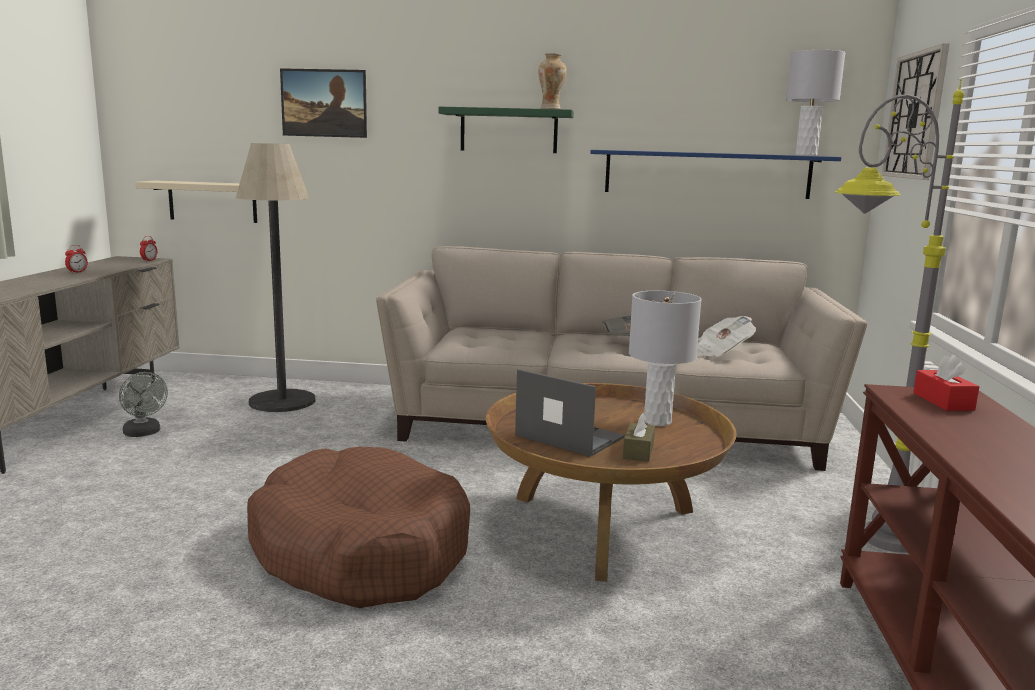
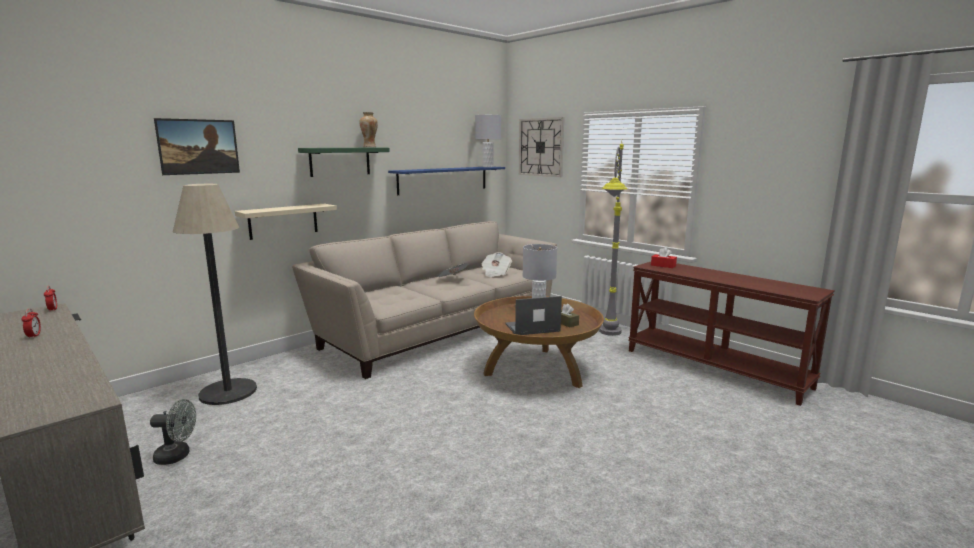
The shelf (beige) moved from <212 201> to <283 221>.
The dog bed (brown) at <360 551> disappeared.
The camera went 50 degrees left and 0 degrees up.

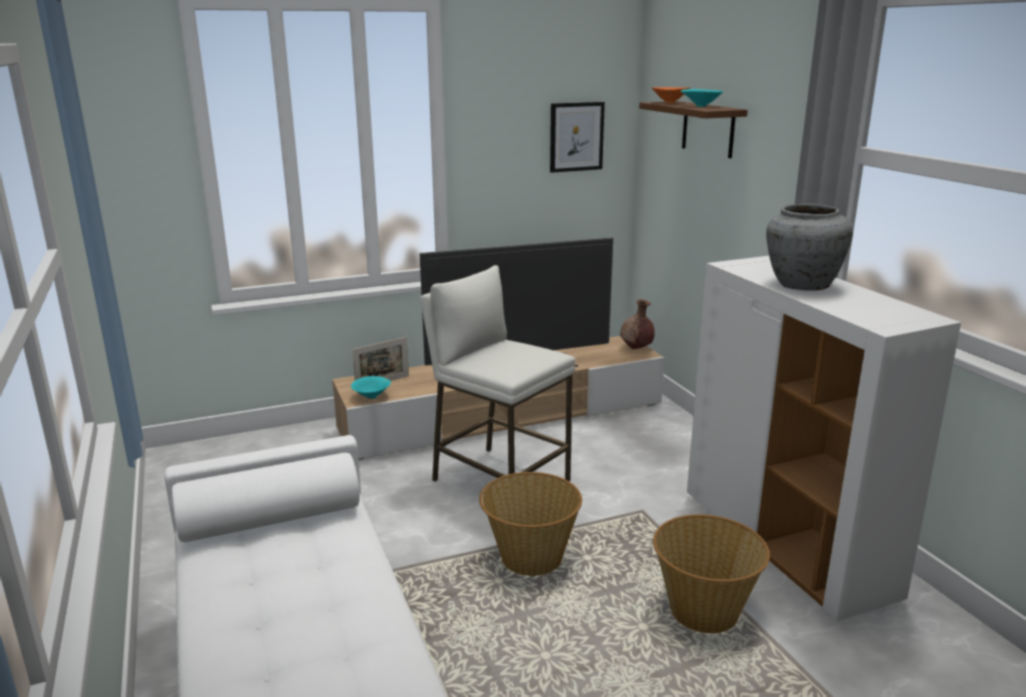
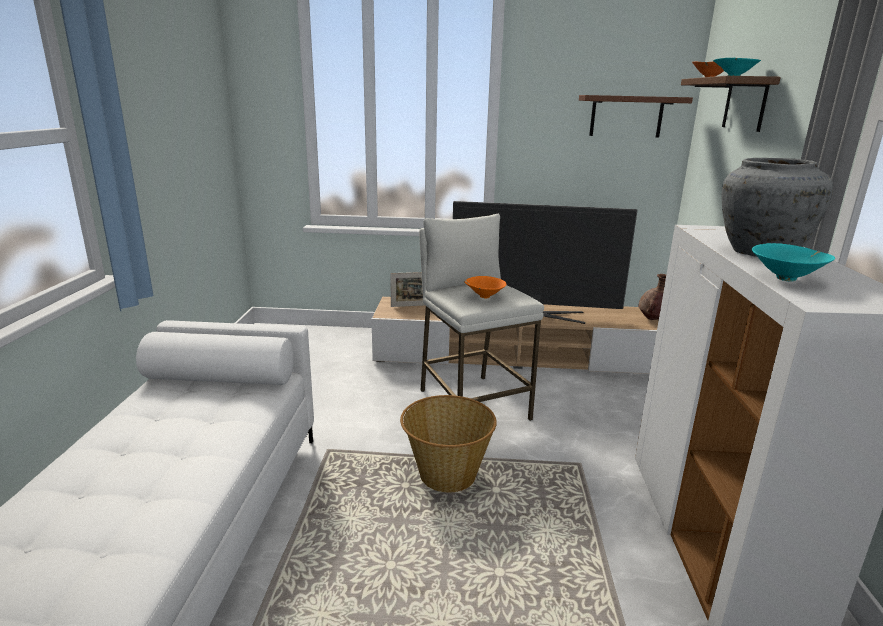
The picture at <576 137> was replaced by the shelf (brown) at <626 116>.
The bowl (turquoise) moved from <372 397> to <787 279>.
The basket at <704 611> disappeared.
The bowl (orange) at <483 296> appeared.
The camera went 25 degrees right and 0 degrees up.

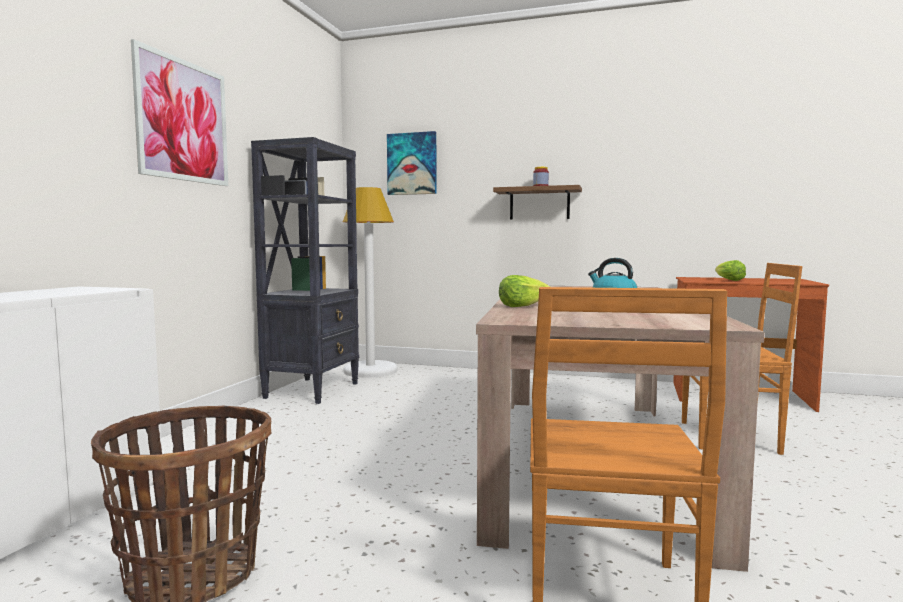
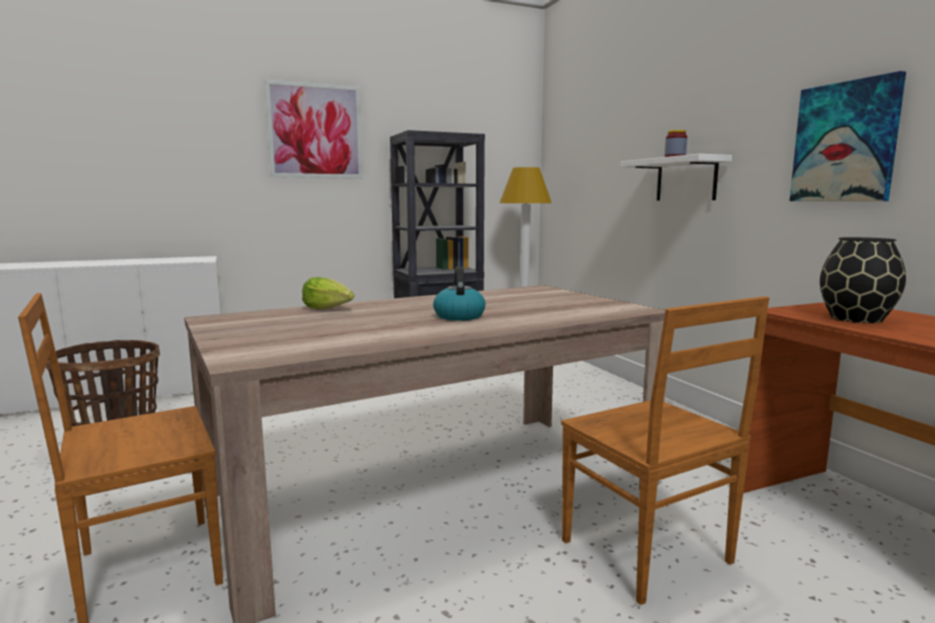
The picture moved from <412 164> to <845 142>.
The shelf (brown) at <539 204> became the shelf (white) at <686 179>.
The lettuce at <728 280> was replaced by the vase (black) at <855 318>.
The camera went 50 degrees right and 5 degrees up.

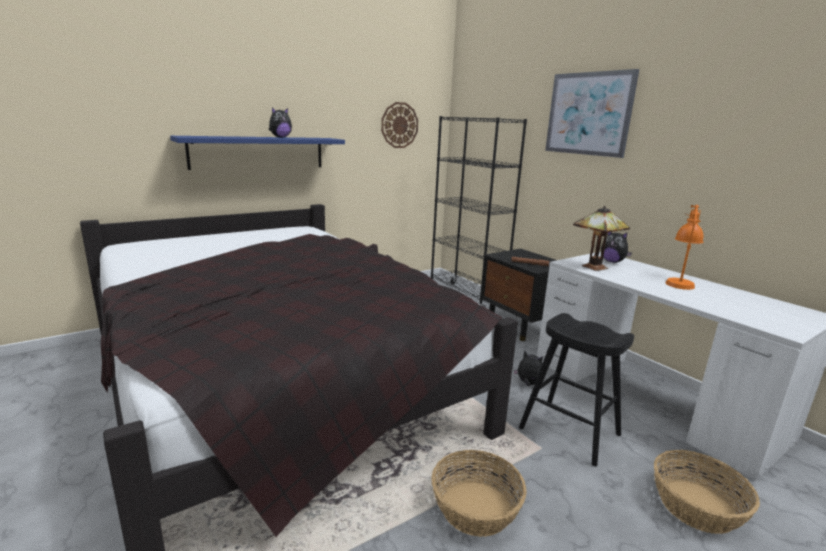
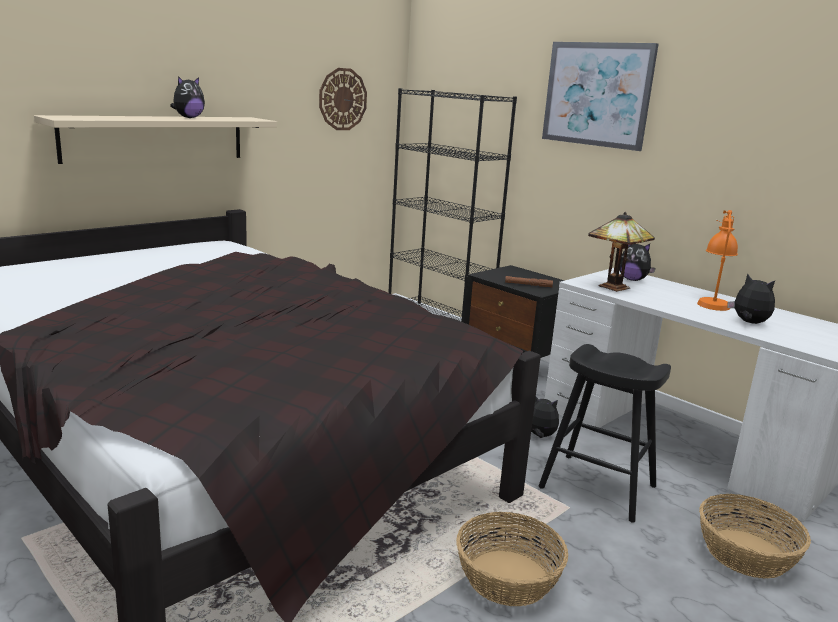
The shelf (blue) at <258 152> became the shelf (beige) at <155 138>.
The plush toy at <749 323> appeared.
The camera went 10 degrees left and 0 degrees up.

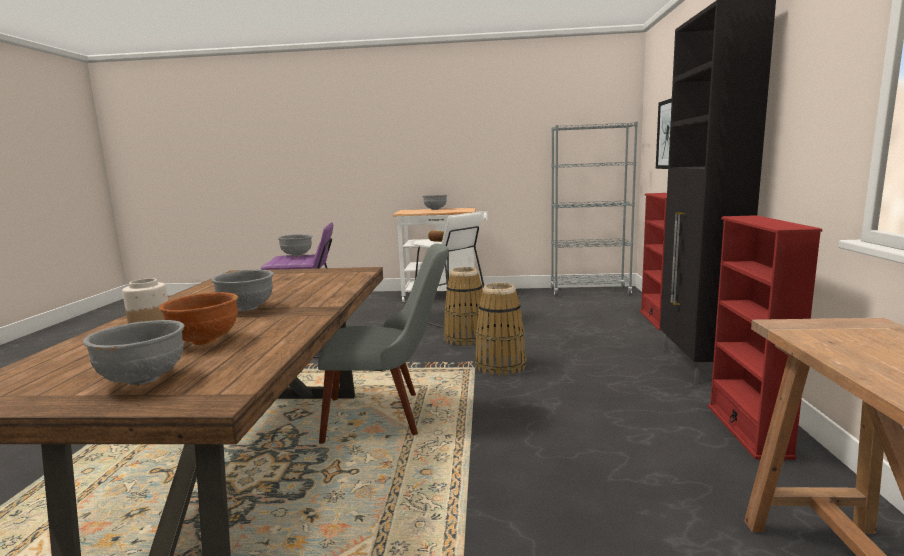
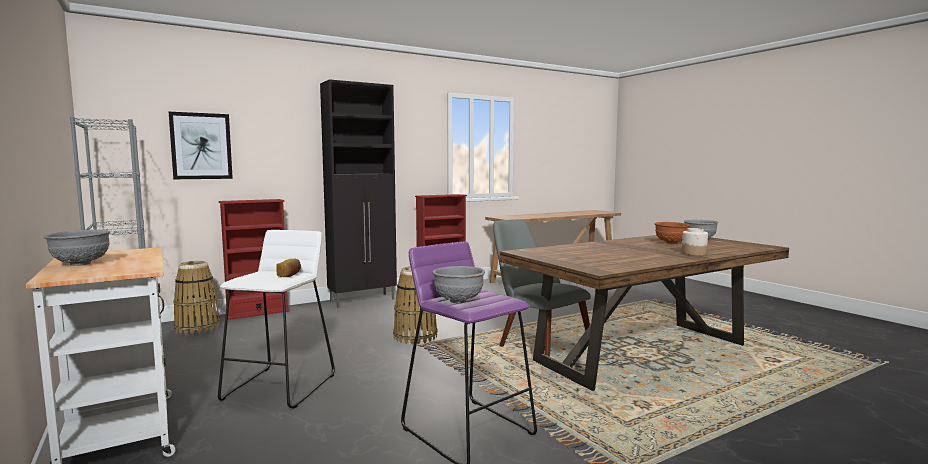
The basket moved from <466 338> to <197 327>.
The bowl (grey) at <247 309> disappeared.
The camera went 125 degrees left and 5 degrees down.

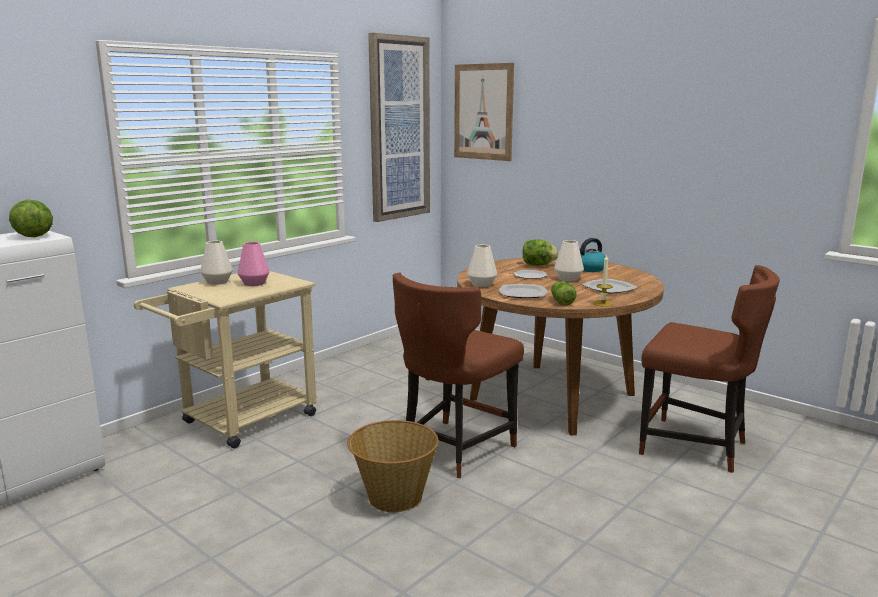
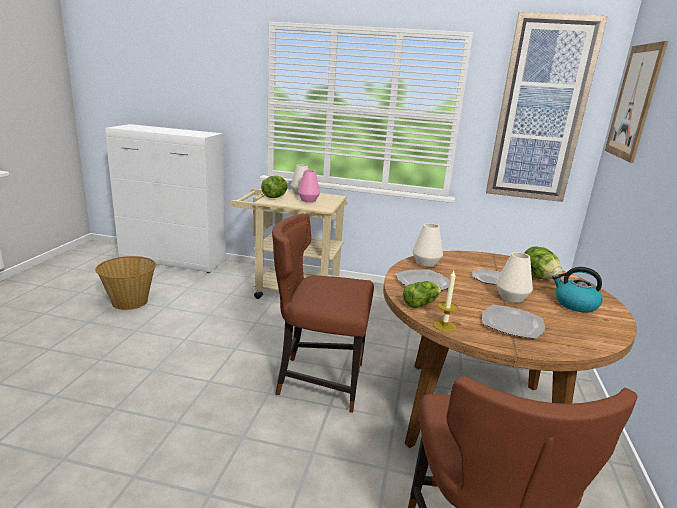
The lettuce moved from <34 236> to <275 197>.
The basket moved from <394 497> to <130 301>.
The camera went 60 degrees right and 5 degrees up.

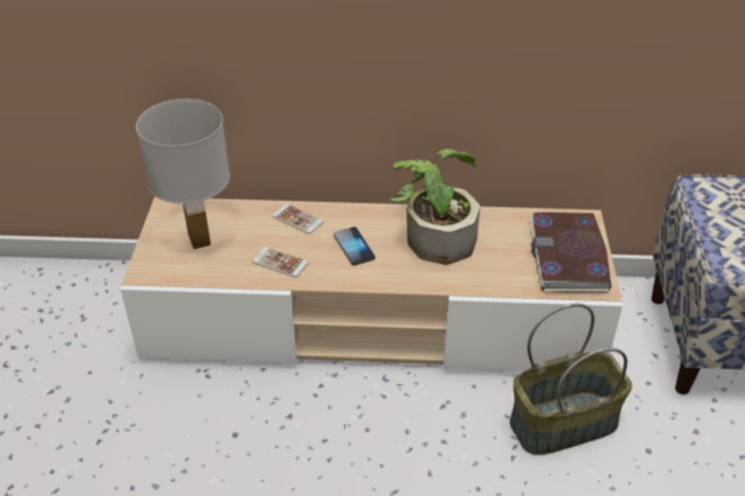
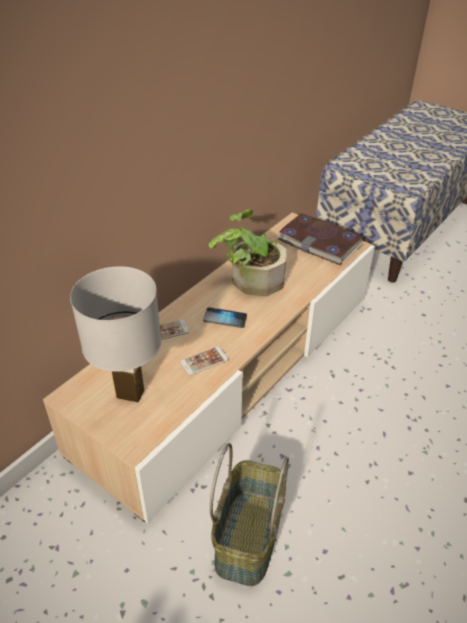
The basket moved from <563 422> to <247 535>.
The camera went 55 degrees left and 0 degrees up.

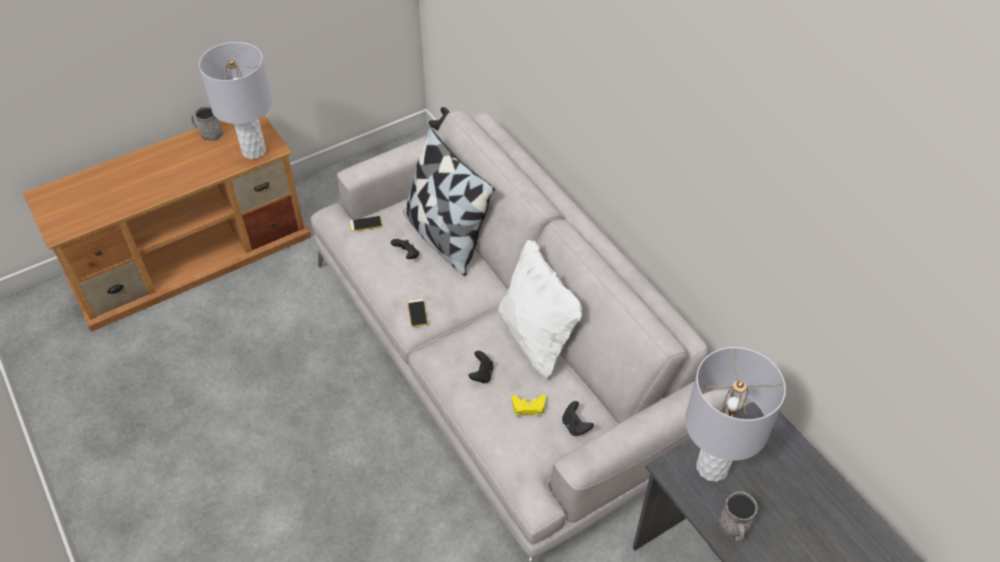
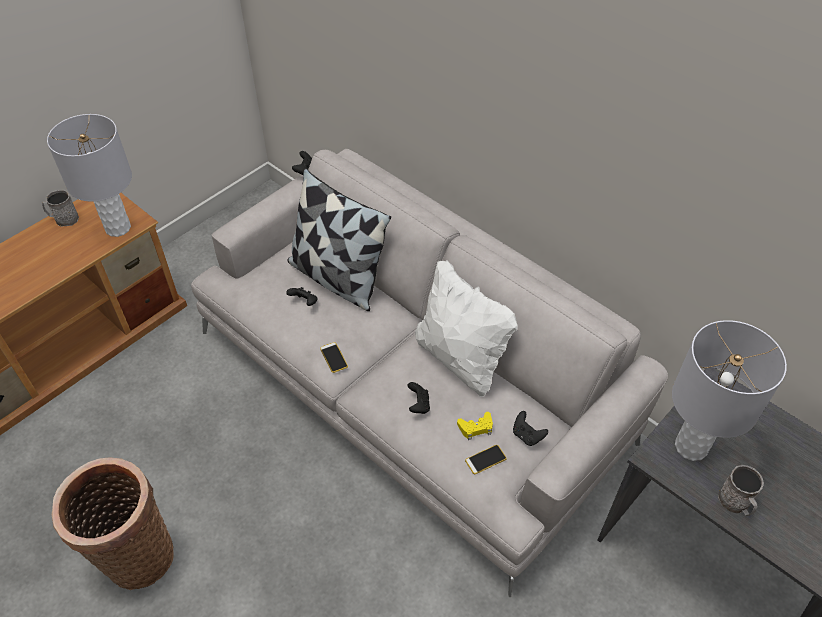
The phone moved from <366 224> to <485 459>.
The basket at <135 555> appeared.
The camera went 15 degrees left and 0 degrees up.

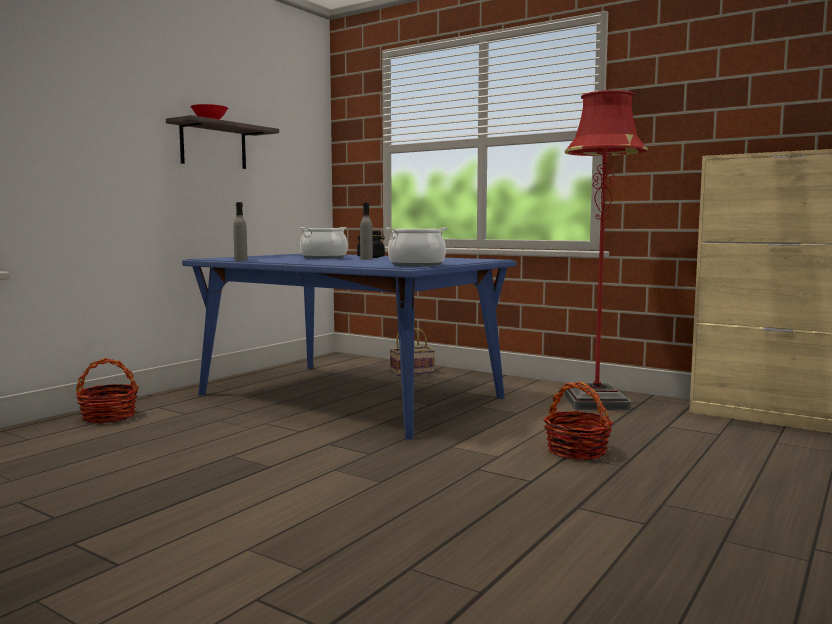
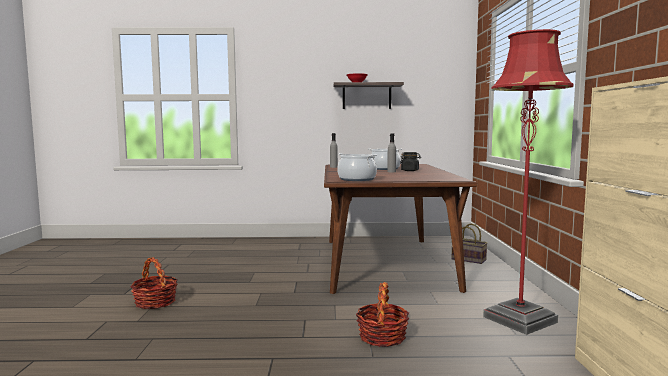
The dining table (blue) at <351 396> became the dining table (brown) at <386 263>.
The basket moved from <108 417> to <155 302>.
The camera went 55 degrees right and 0 degrees up.

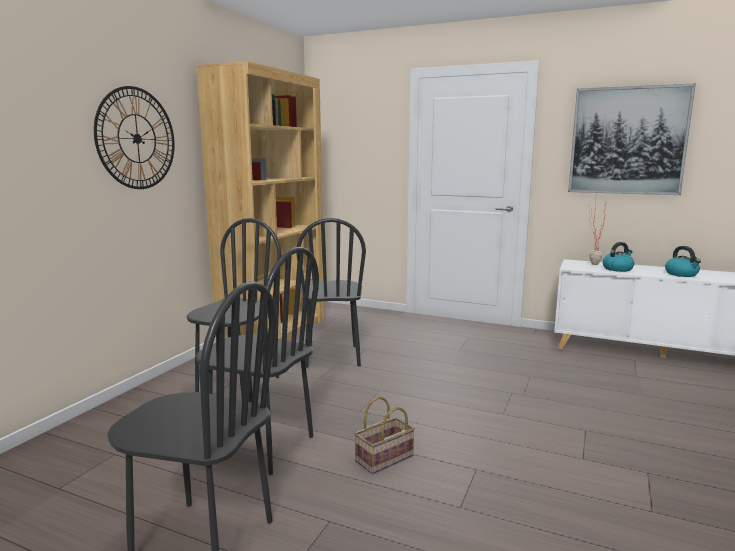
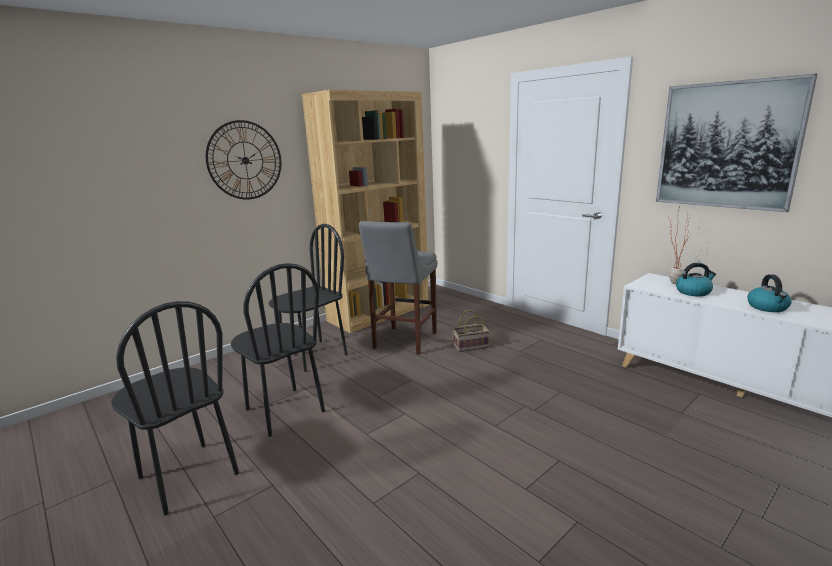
The chair (black) at <332 356> was replaced by the stool (grey) at <403 341>.
The basket moved from <384 459> to <470 347>.
The camera went 25 degrees right and 5 degrees up.

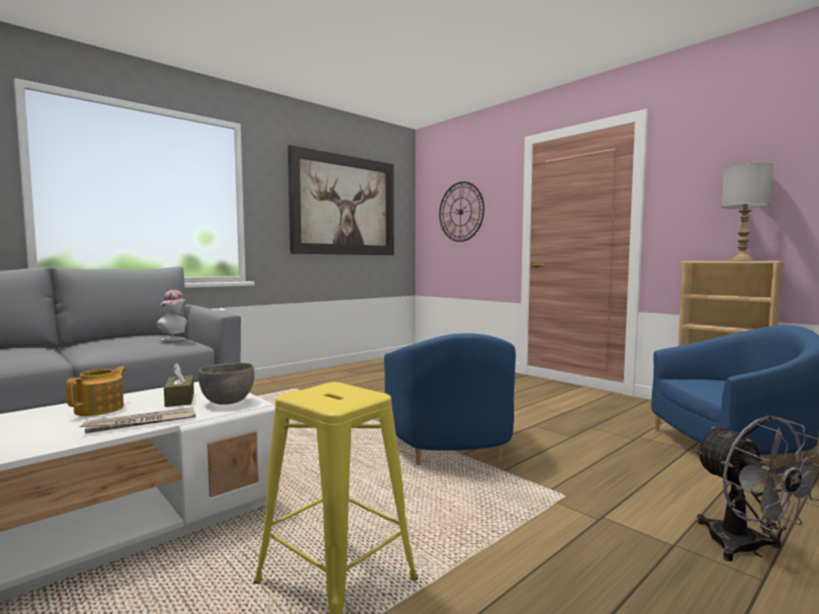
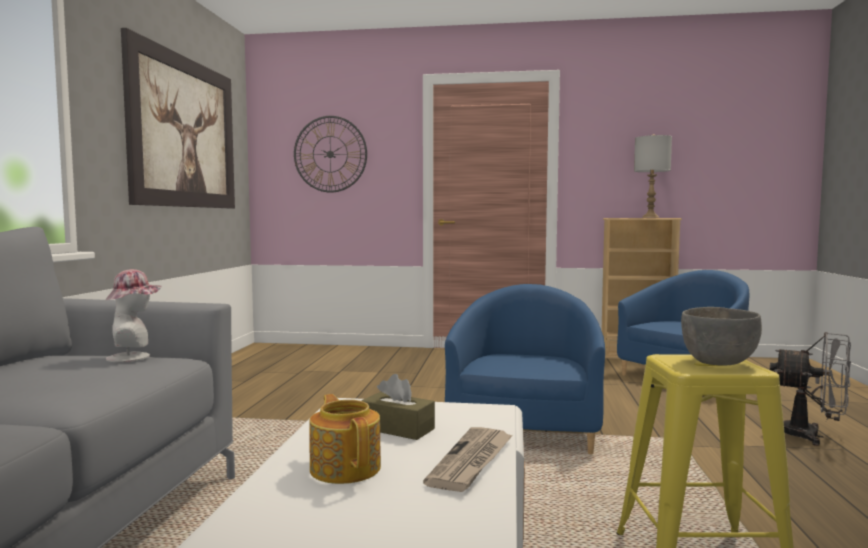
The armchair (blue) at <451 448> turned 120 degrees counterclockwise.
The bowl (grey) moved from <228 402> to <719 363>.
The camera went 40 degrees left and 0 degrees up.

